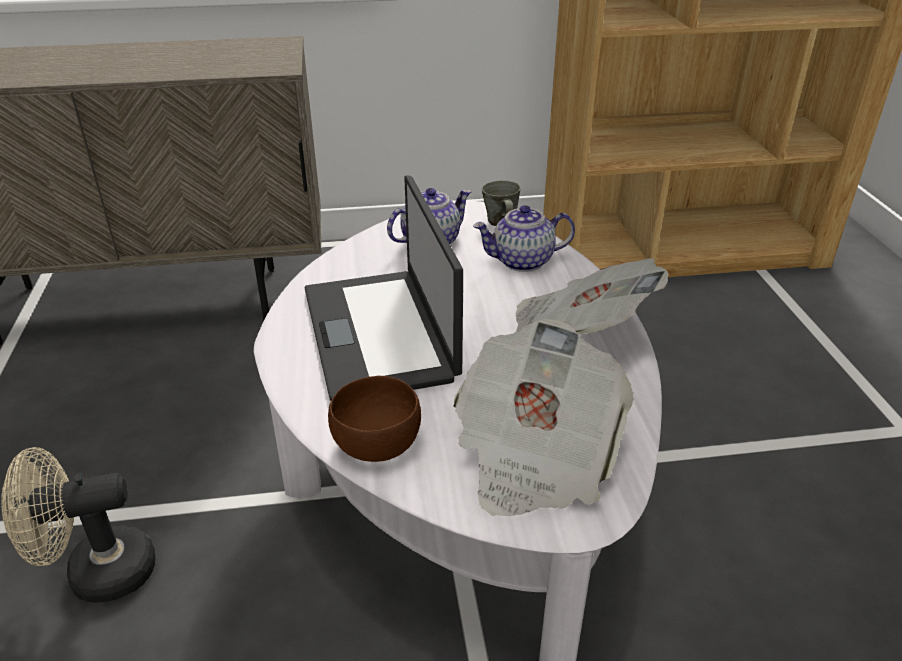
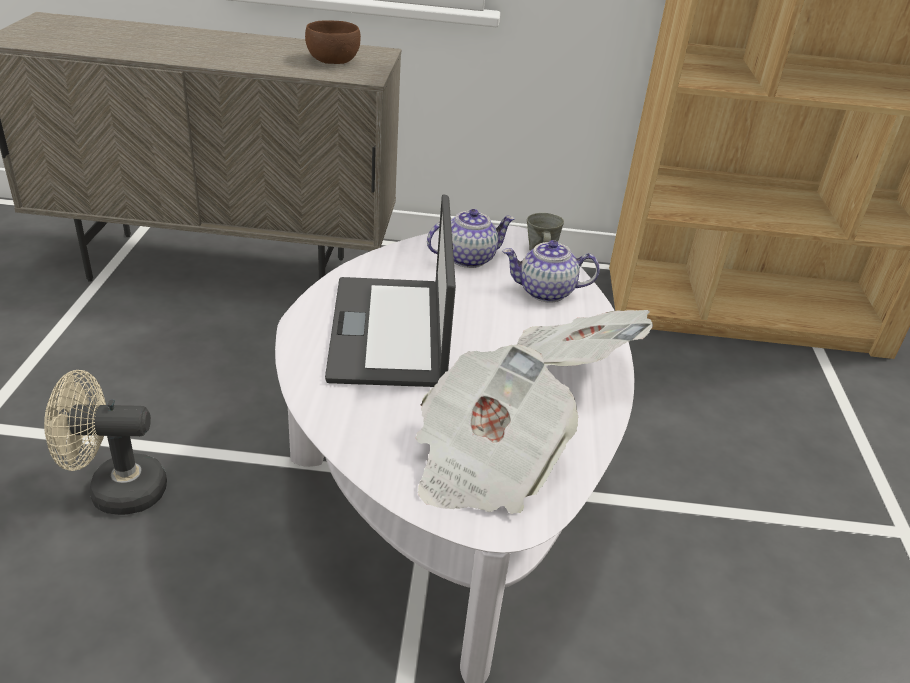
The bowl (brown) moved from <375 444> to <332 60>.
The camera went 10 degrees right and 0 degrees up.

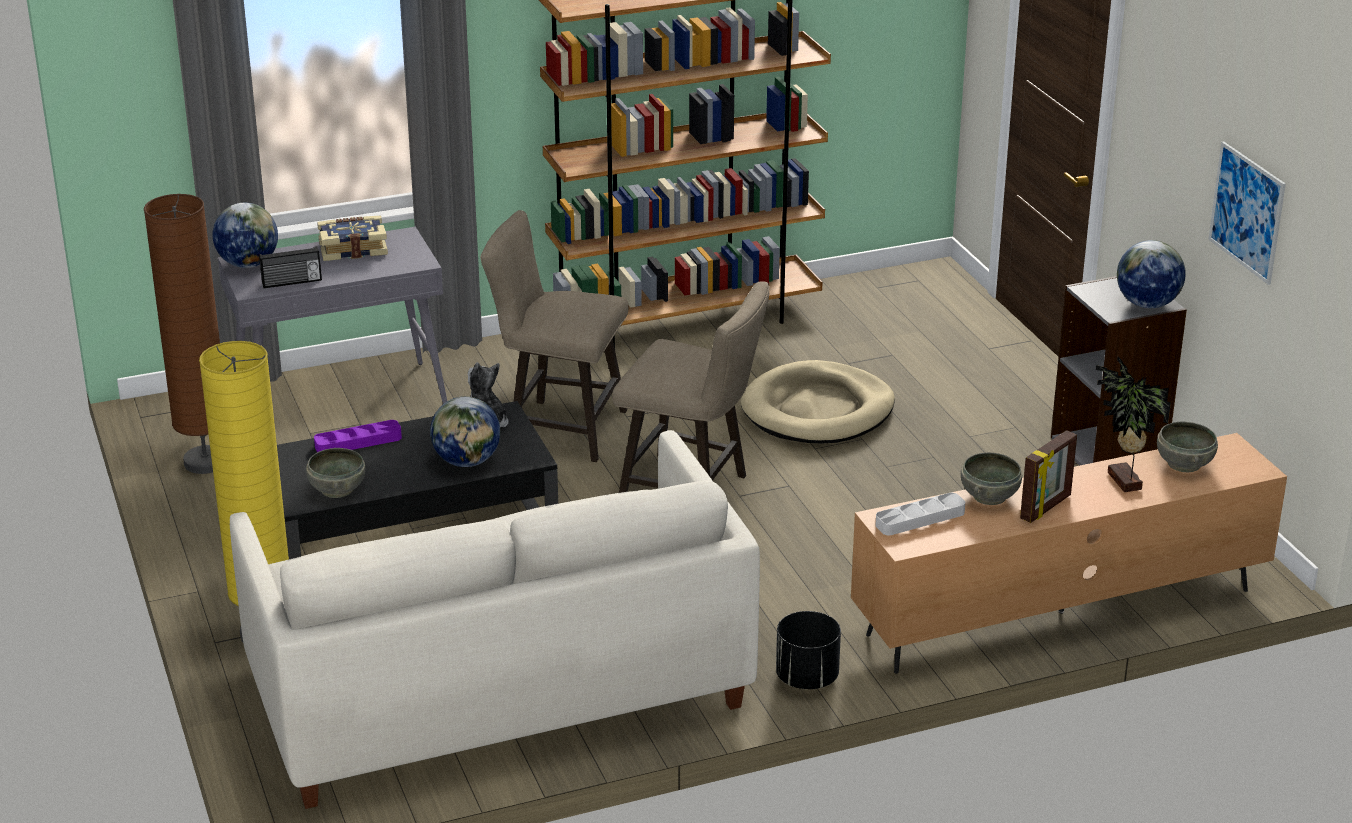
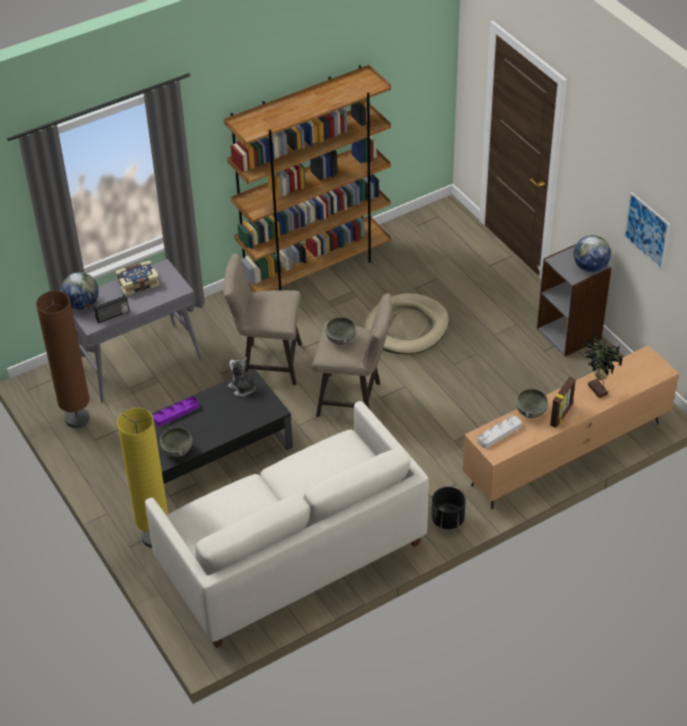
The globe at <467 462> disappeared.
The bowl (grey) moved from <1183 464> to <340 339>.
The camera went 10 degrees left and 15 degrees up.

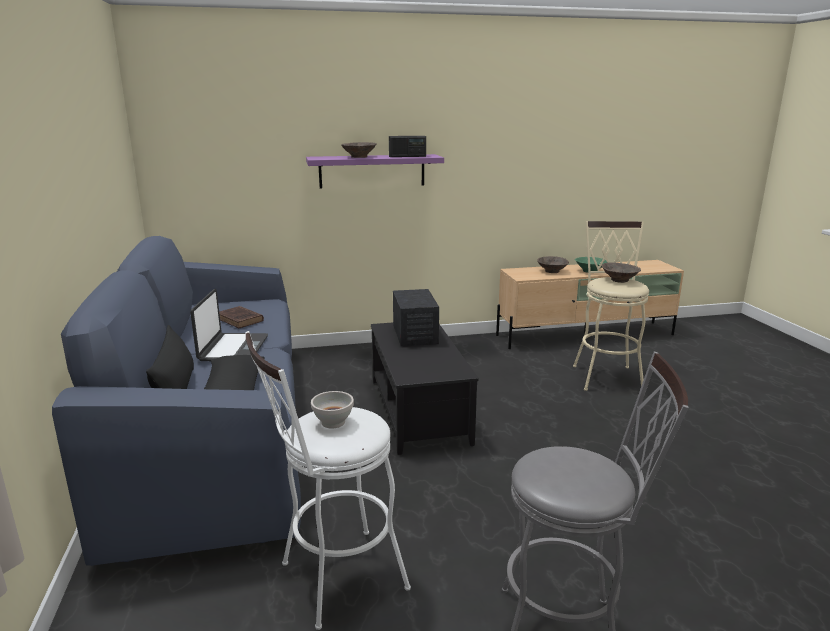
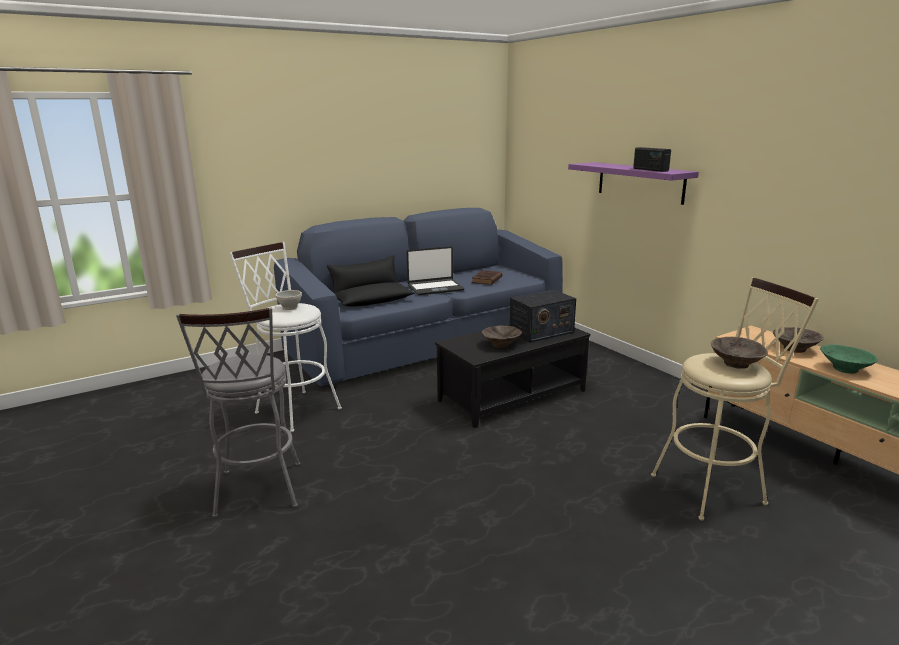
The bowl (brown) moved from <359 157> to <501 344>.
The camera went 70 degrees right and 0 degrees up.

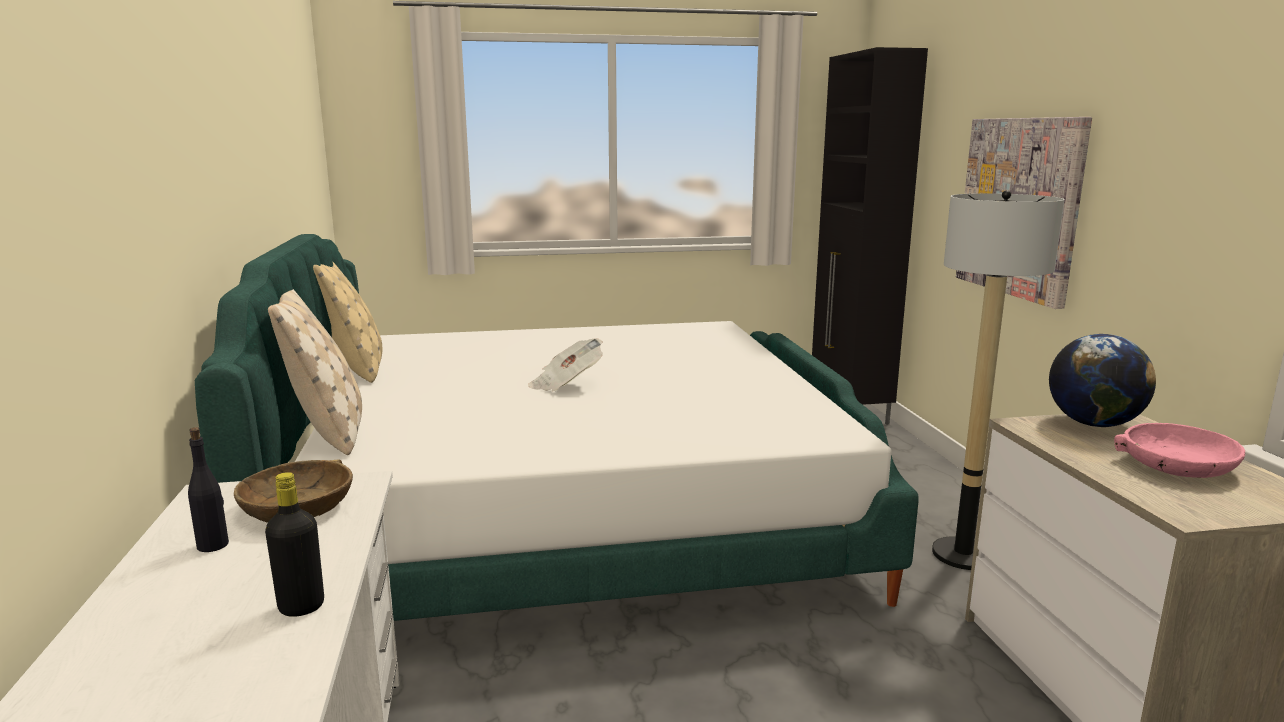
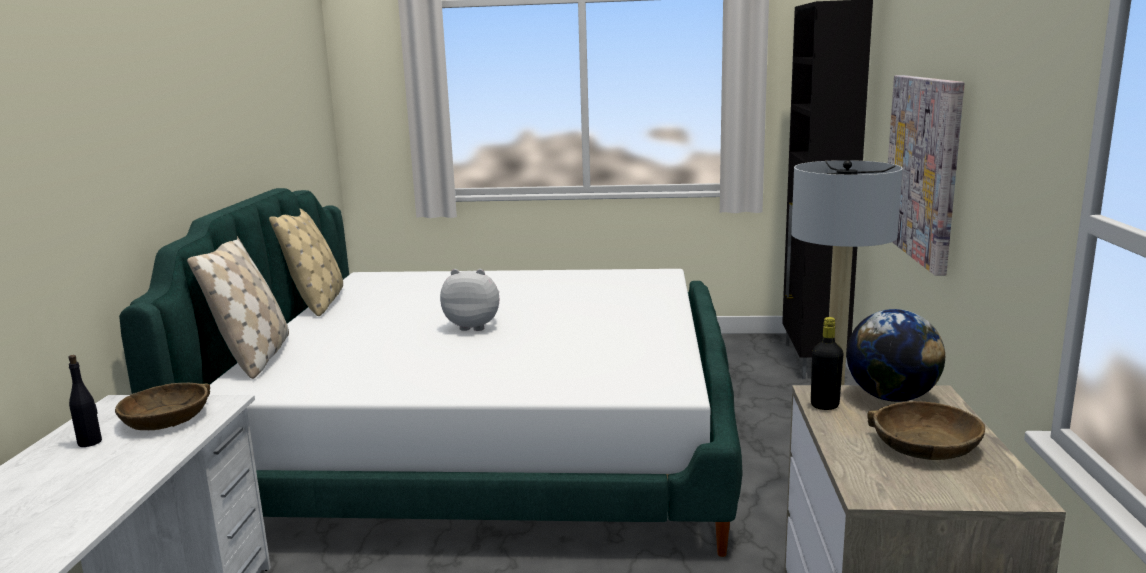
The newspaper at <566 384> was replaced by the plush toy at <474 326>.
The bowl (pink) at <1177 465> became the bowl (brown) at <924 446>.
The bottle (black) moved from <301 607> to <824 405>.
The camera went 15 degrees right and 0 degrees up.

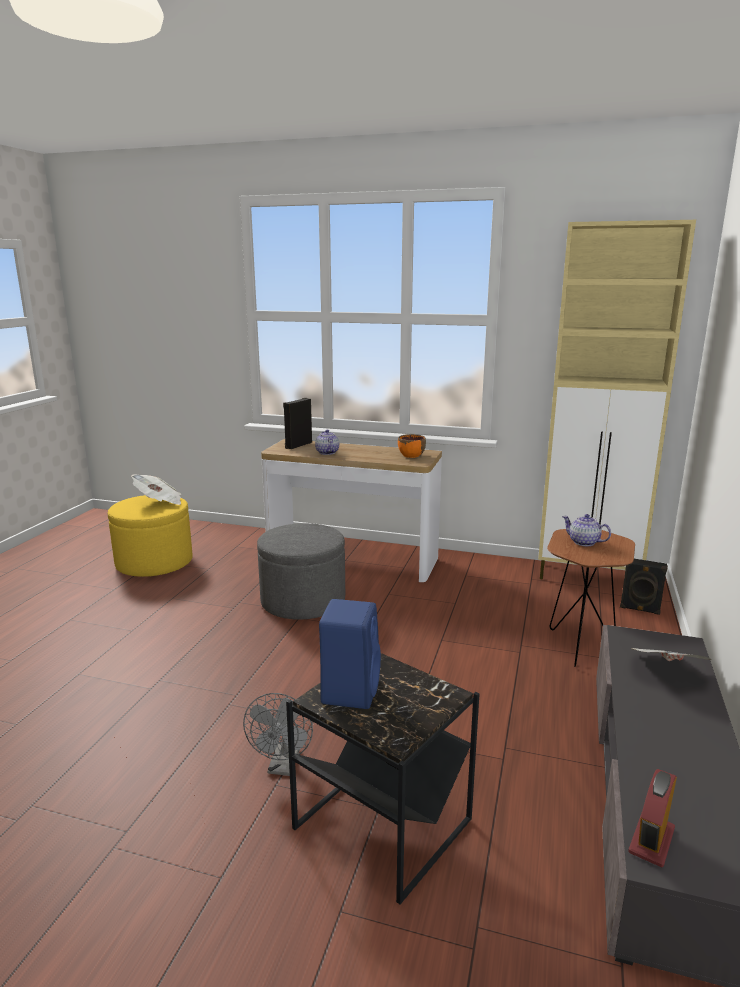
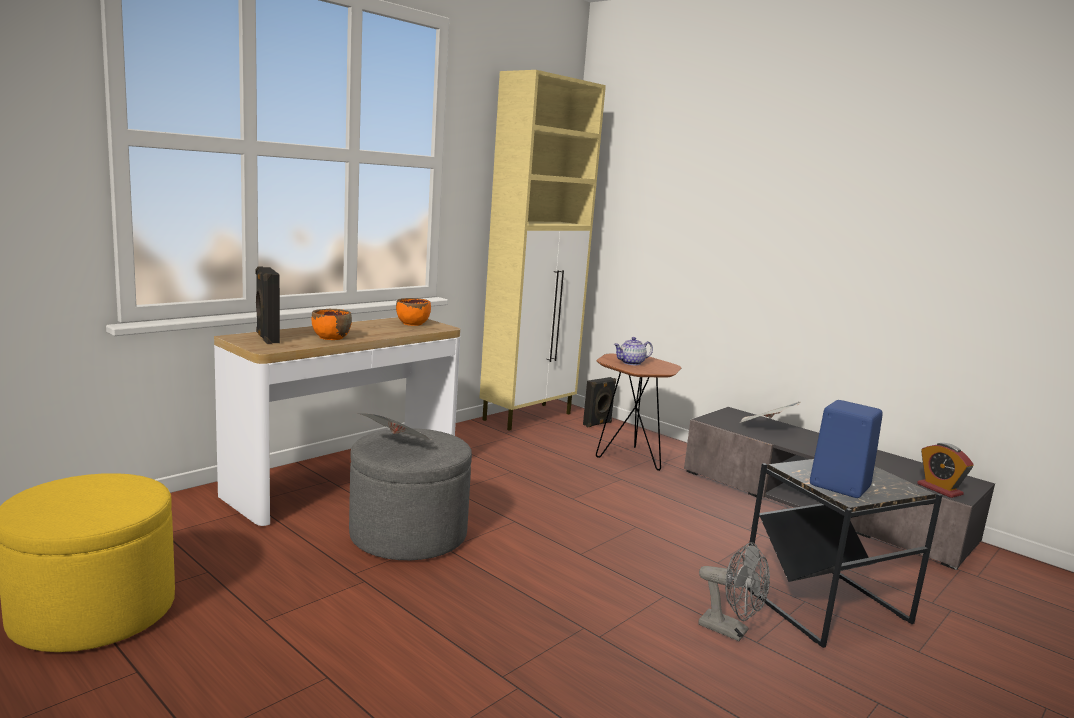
The teapot at <327 452> was replaced by the bowl (orange) at <331 338>.
The newspaper moved from <159 502> to <398 447>.
The camera went 65 degrees left and 5 degrees down.

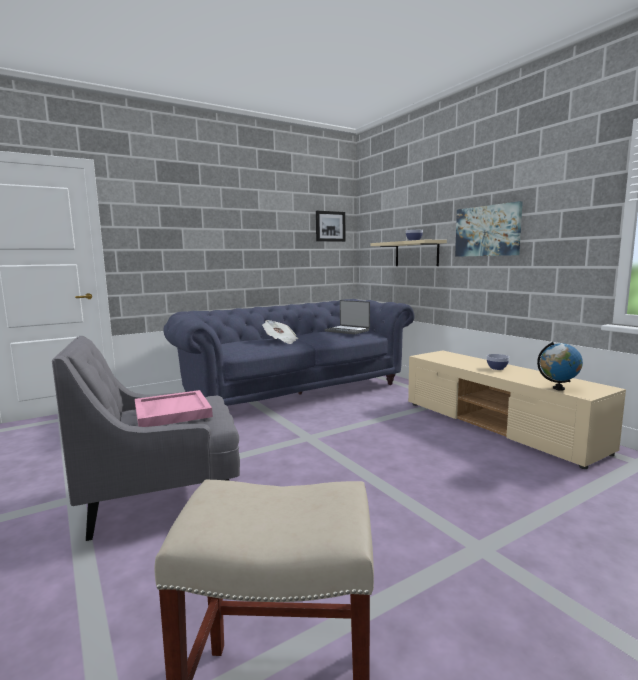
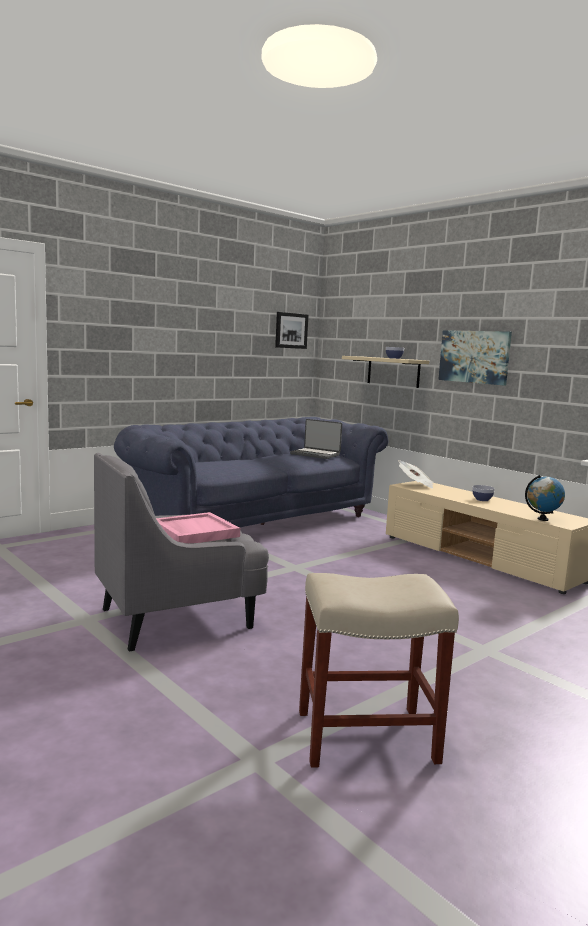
The newspaper moved from <280 341> to <416 485>.
The camera went 10 degrees left and 0 degrees up.

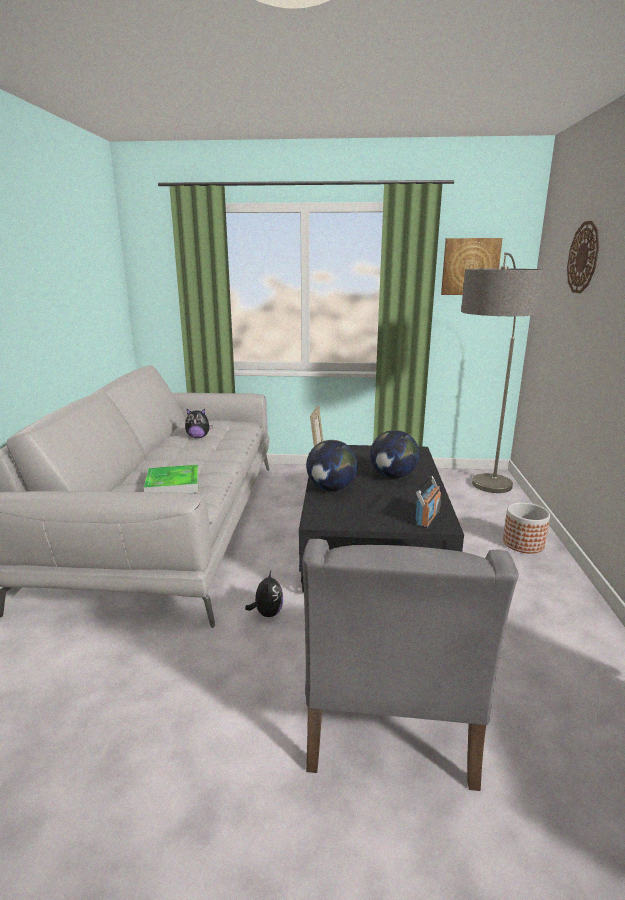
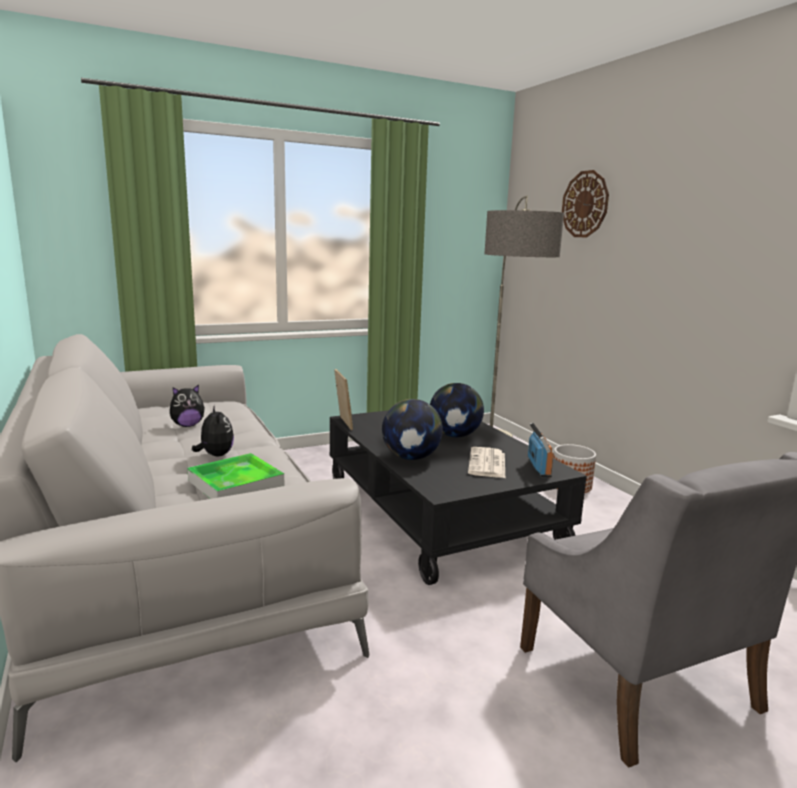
The picture at <470 267> disappeared.
The plush toy moved from <267 613> to <215 455>.
The newspaper at <487 464> appeared.
The camera went 30 degrees left and 5 degrees down.

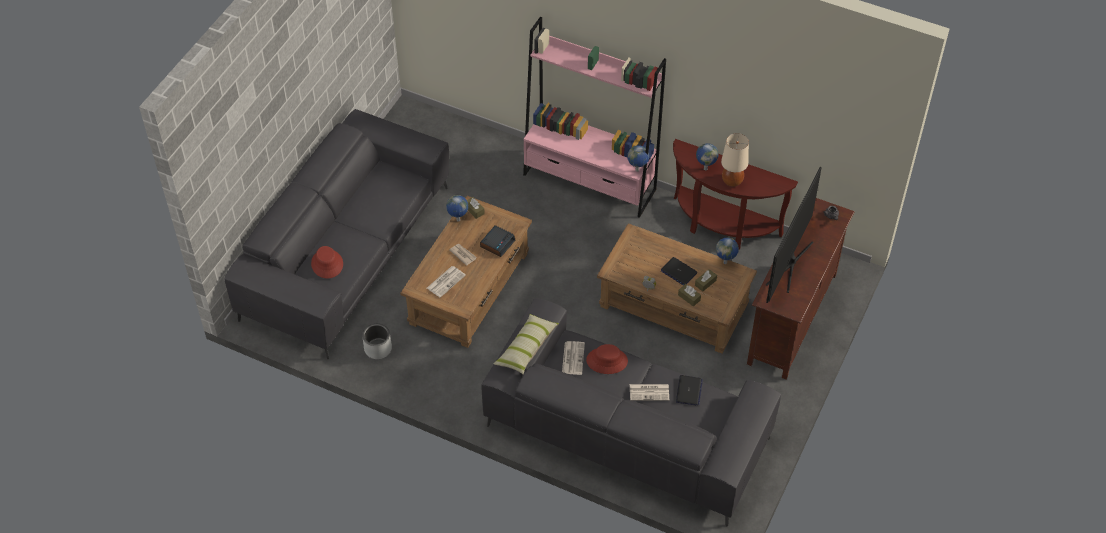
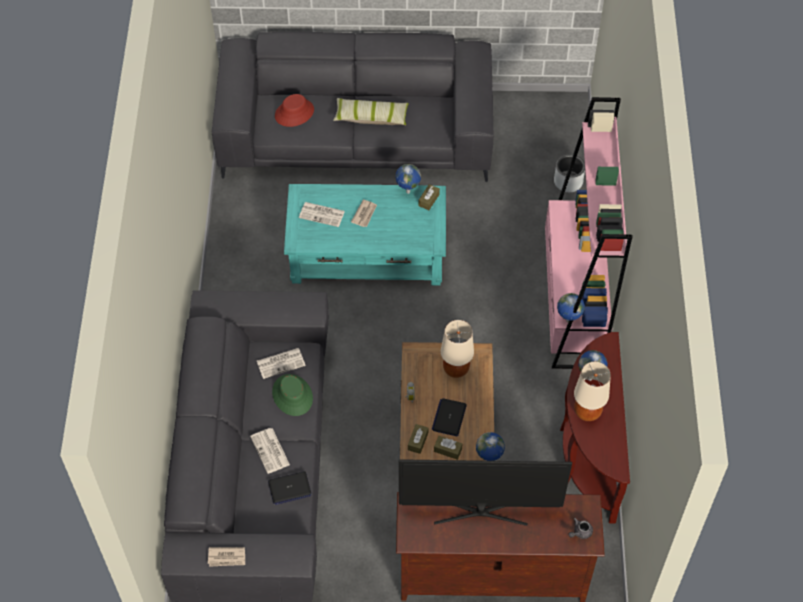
The coffee table (brown) at <469 288> became the coffee table (turquoise) at <367 254>.
The alarm clock at <497 243> disappeared.
The pillow moved from <526 348> to <371 117>.
The planter (grey) moved from <378 348> to <568 181>.
The hat (red) at <607 360> became the hat (green) at <292 395>.
The table lamp (beige) at <455 369> appeared.
The newspaper at <227 557> appeared.
The camera went 65 degrees right and 5 degrees up.

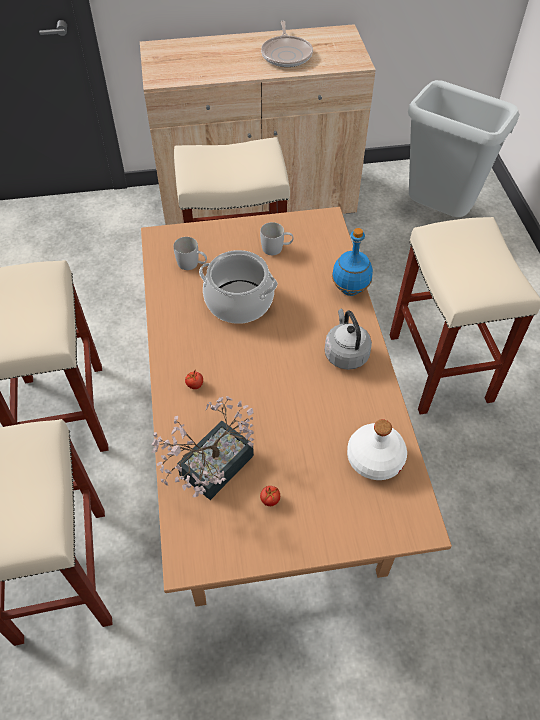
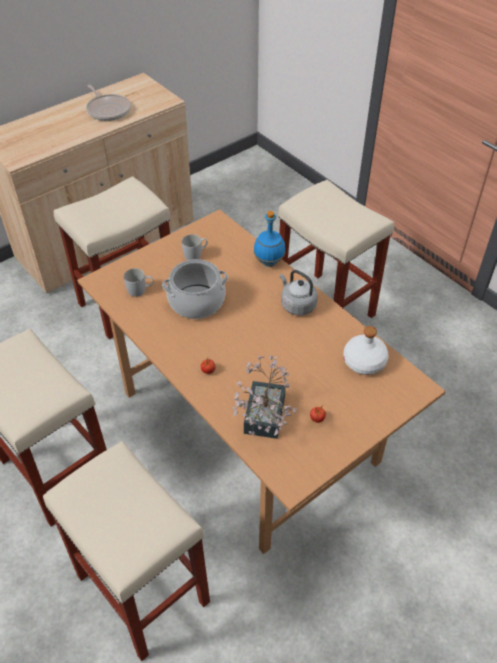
The trash can (grey) at <438 213> disappeared.
The camera went 30 degrees left and 5 degrees down.

